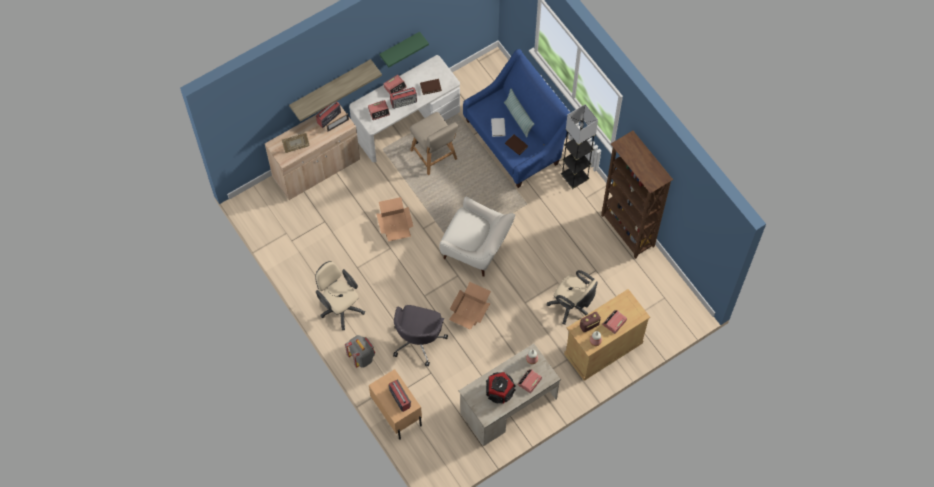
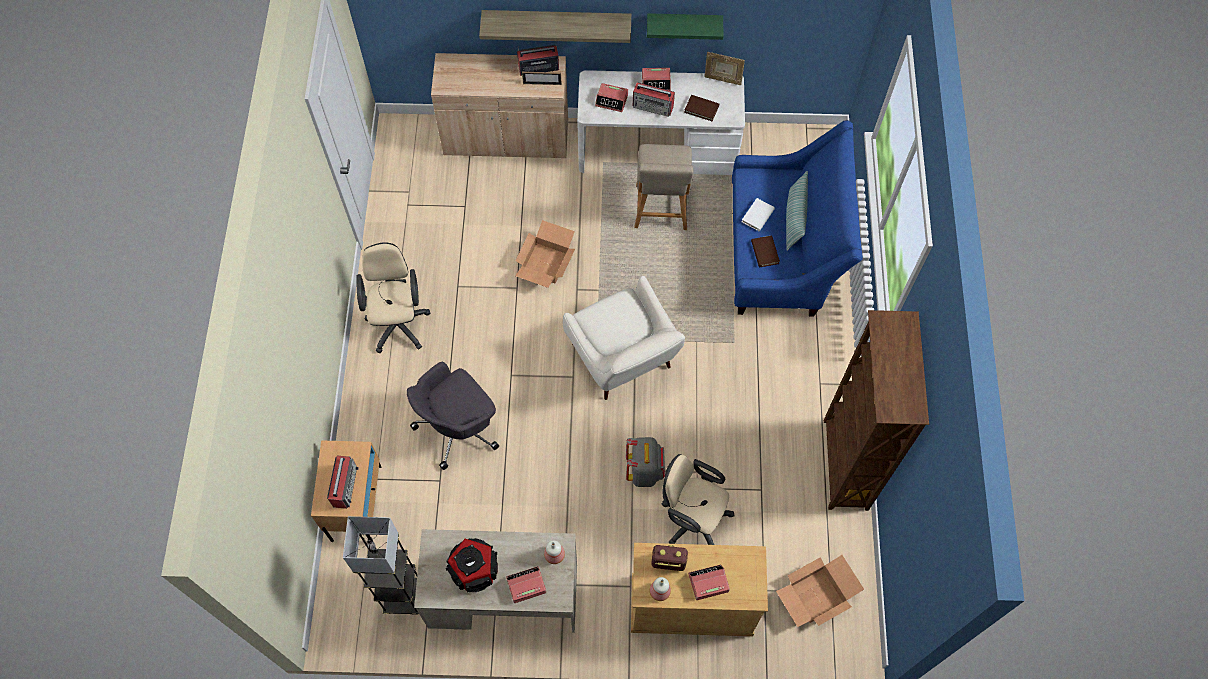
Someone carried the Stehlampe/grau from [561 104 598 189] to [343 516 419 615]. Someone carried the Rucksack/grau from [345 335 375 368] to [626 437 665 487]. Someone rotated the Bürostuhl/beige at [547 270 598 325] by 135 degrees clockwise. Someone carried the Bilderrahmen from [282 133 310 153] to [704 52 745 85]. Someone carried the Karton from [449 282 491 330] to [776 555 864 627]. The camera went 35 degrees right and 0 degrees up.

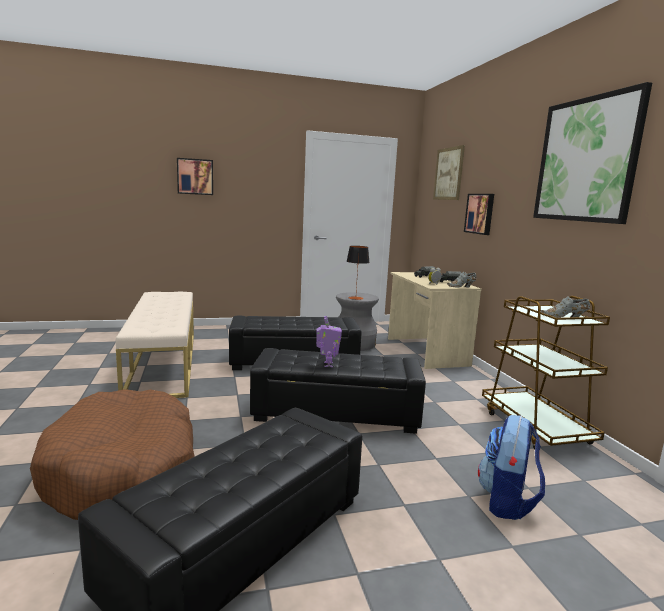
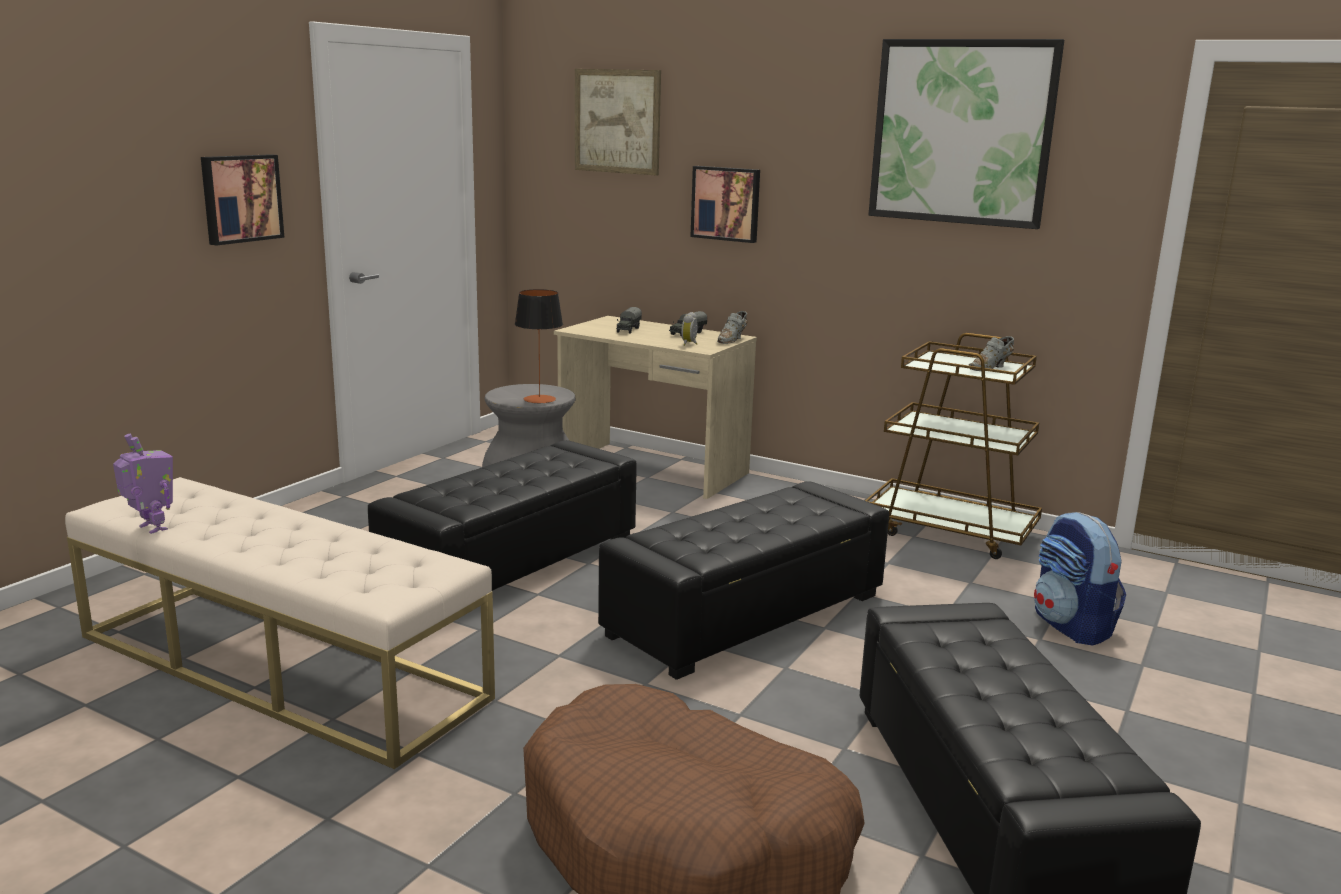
Someone carried the Spielzeugroboter from [316 316 342 367] to [113 434 173 534]. Someone carried the Bild from [177 158 213 195] to [201 154 284 246]. The camera went 45 degrees left and 5 degrees up.

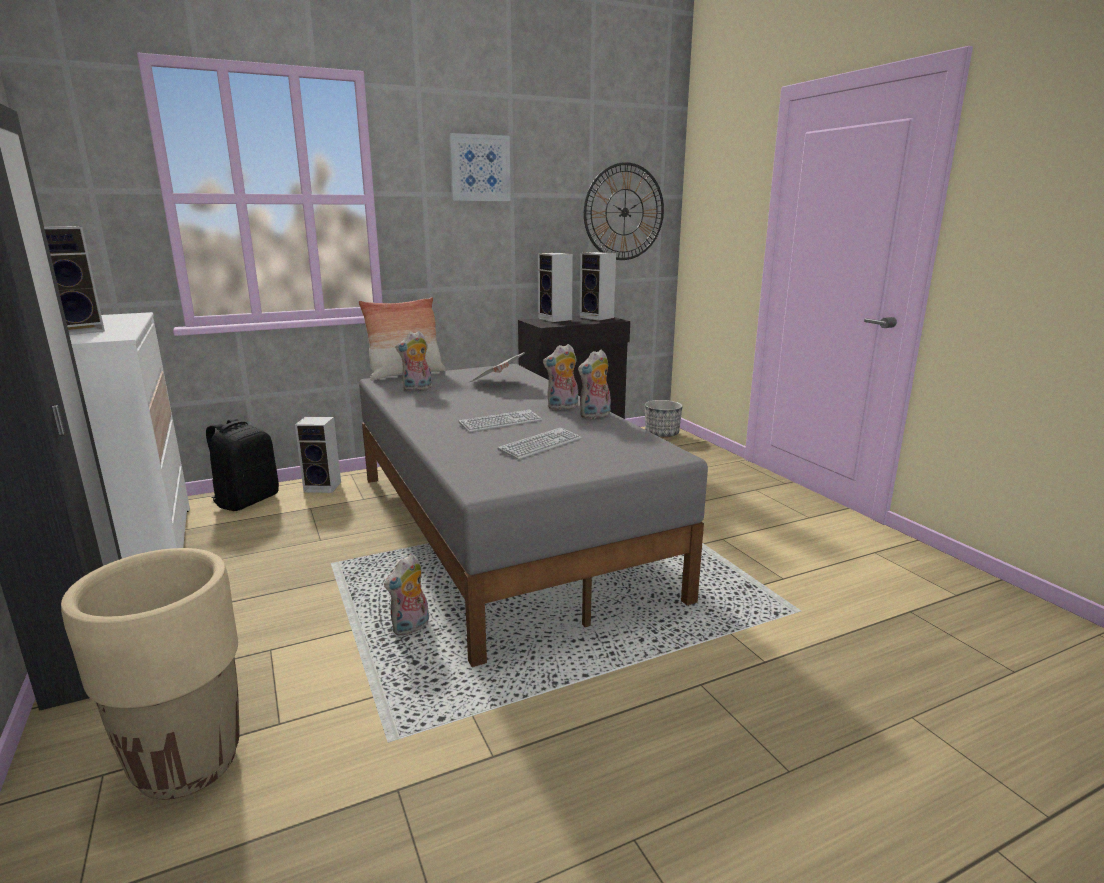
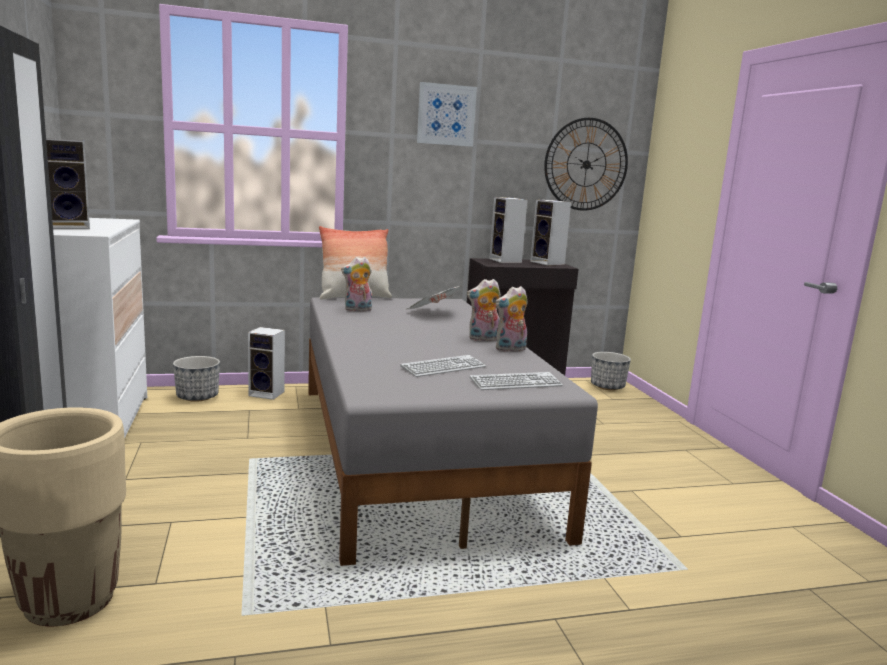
Someone swapped the Rucksack/schwarz at [206 418 279 511] for the Pflanzkübel at [173 356 220 402]. Someone carried the Tastatur from [458 410 542 432] to [470 372 563 390]. Someone took away the Plüschtier at [384 554 429 635]. The camera went 10 degrees right and 5 degrees down.

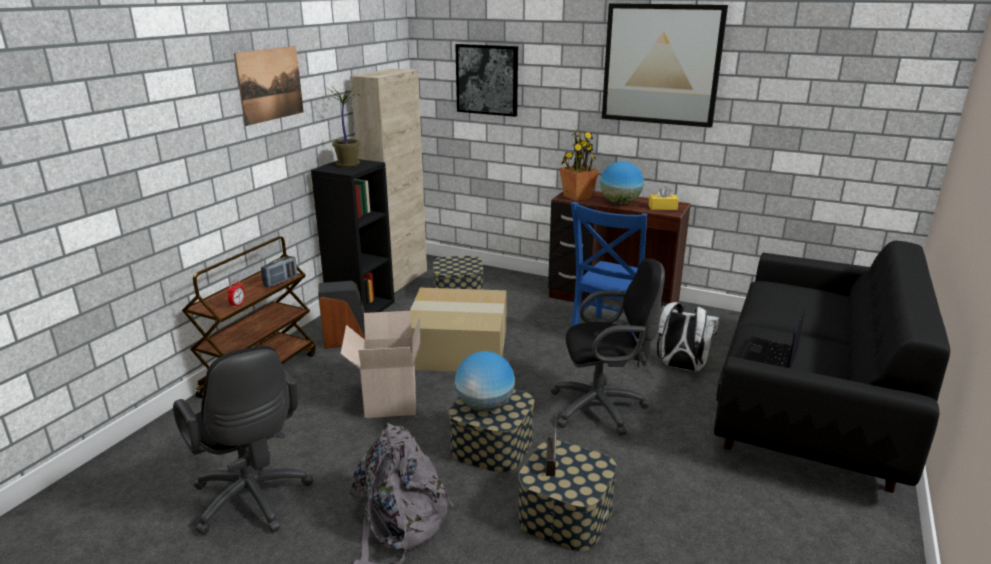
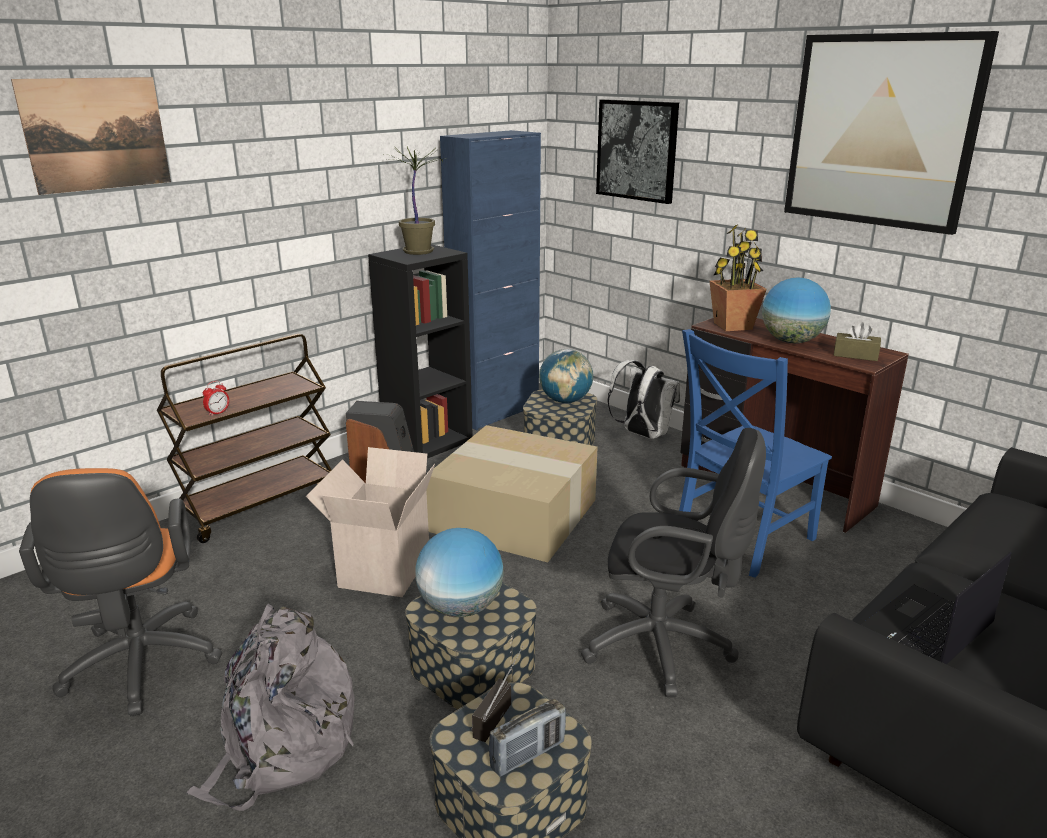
Someone carried the Bild from [234 46 304 126] to [11 77 171 195]. Someone repainted the Bürostuhl/schwarz at [173 346 313 535], which became the Bürostuhl/orange at [19 468 222 716]. Someone repainted the Schrank/beige at [350 68 427 293], which became the Schrank/blau at [440 130 541 430]. Someone carried the Radio from [261 256 297 288] to [489 699 566 777]. Someone put down the Globus at [539 349 593 403]. Someone carried the Rucksack/weiß from [657 302 719 371] to [608 360 680 439]. Someone repainted the Taschentuchbox/gelb at [649 186 679 210], which became the Taschentuchbox/braun at [833 322 881 361]. The camera went 20 degrees right and 0 degrees up.

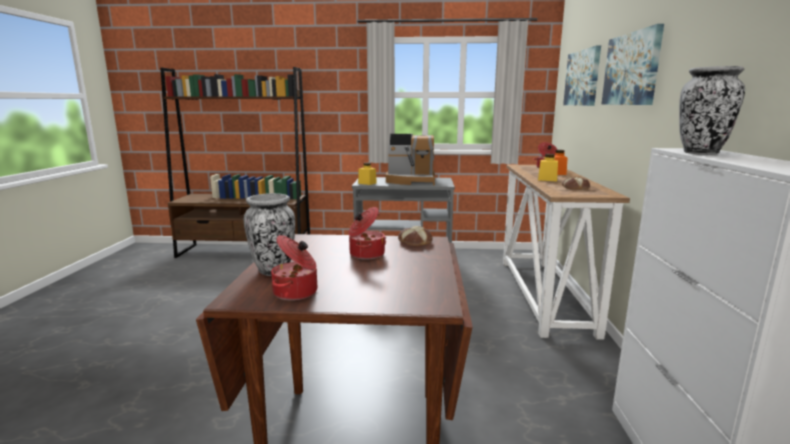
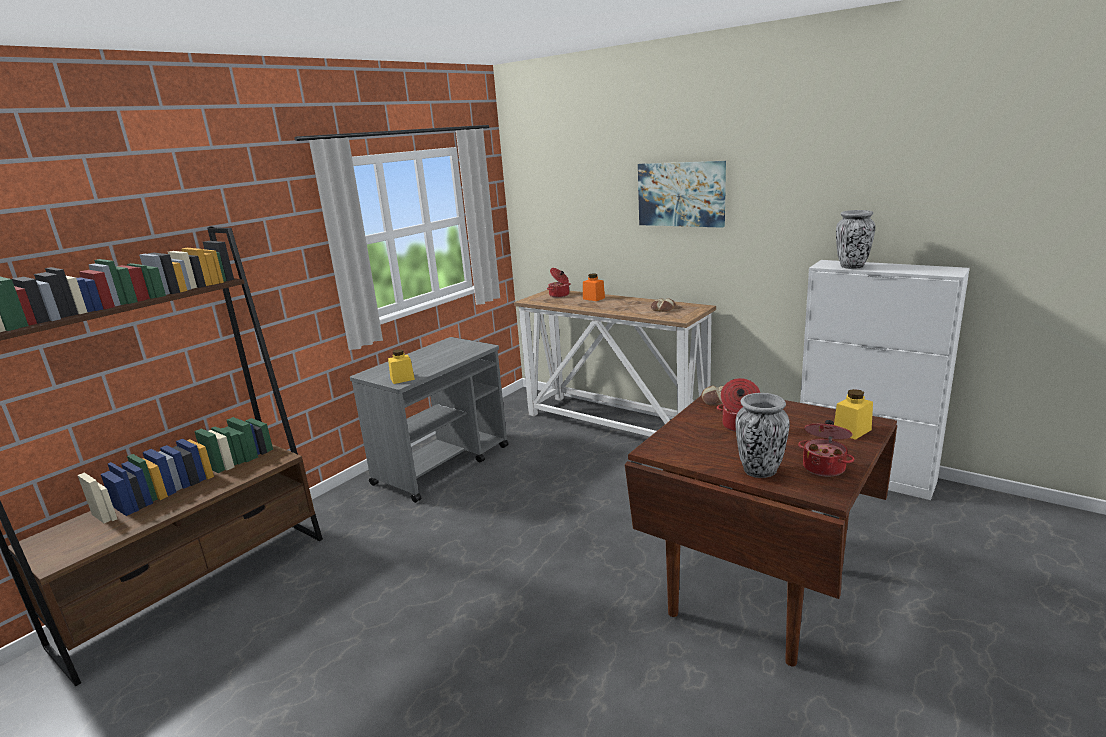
Someone carried the Vorratsglas/gelb from [538 154 558 181] to [834 389 873 440]. Someone took away the Kaffeemaschine at [385 134 435 186]. Someone took away the Bild at [563 45 601 106]. The camera went 55 degrees left and 5 degrees up.

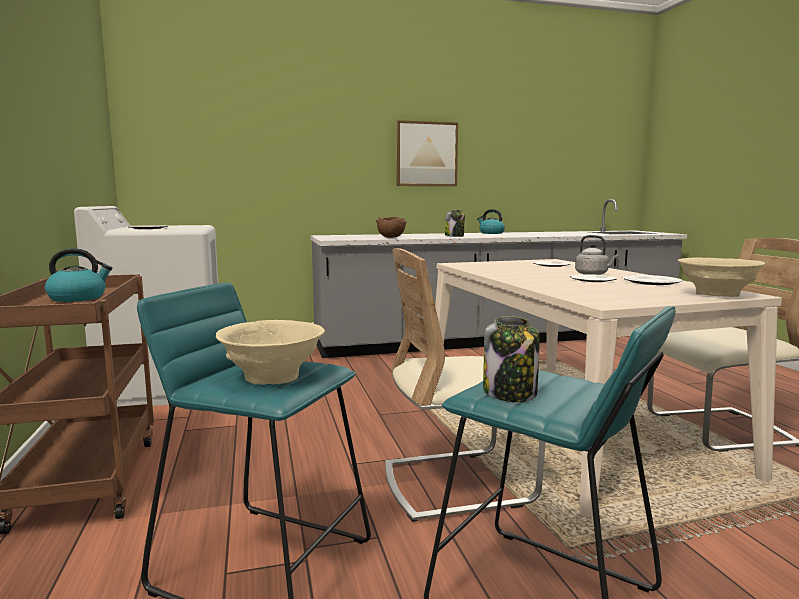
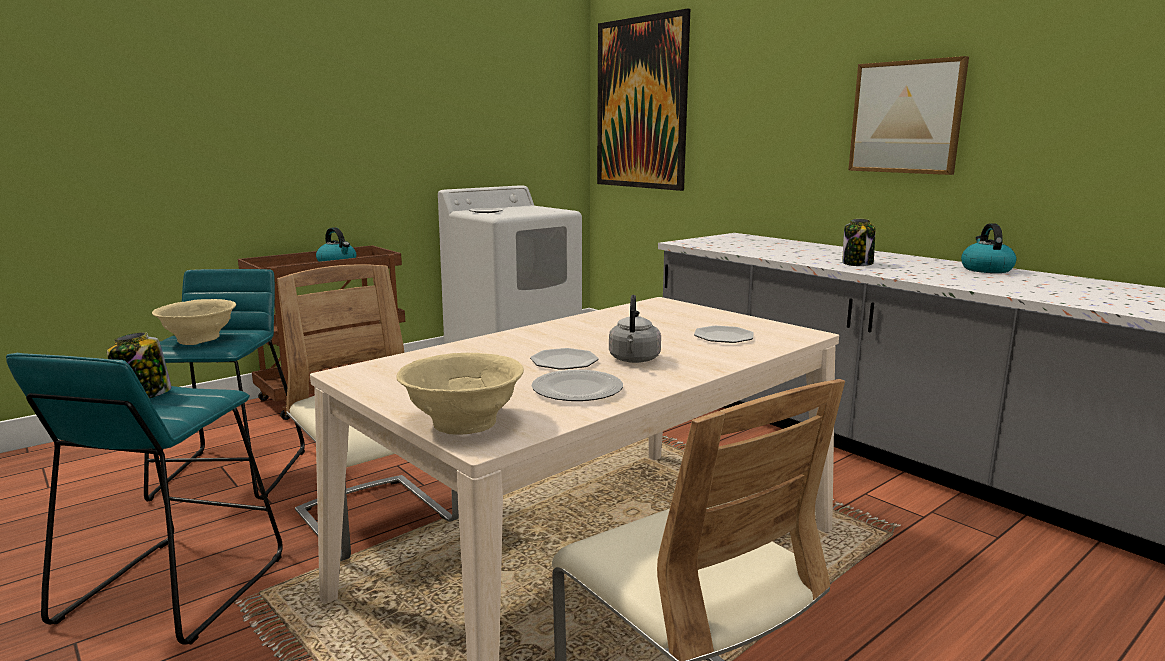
Someone put up the Bild at [597 9 690 191]. Someone took away the Schüssel/braun at [376 217 407 238]. The camera went 65 degrees right and 5 degrees up.

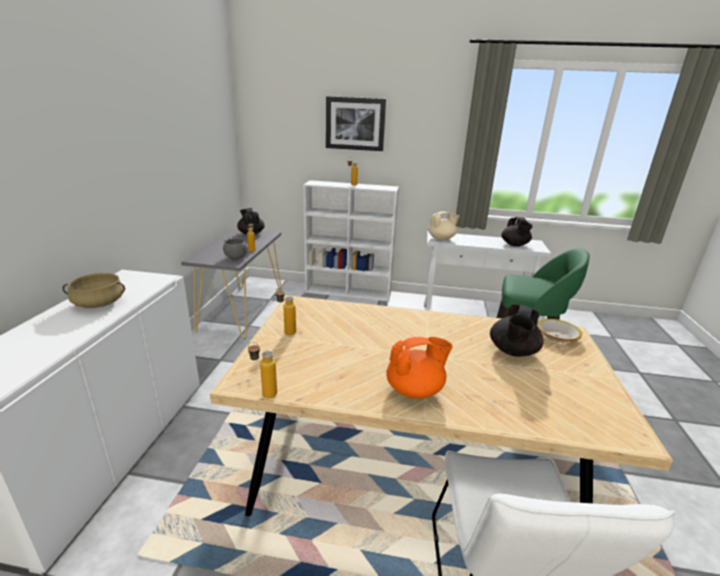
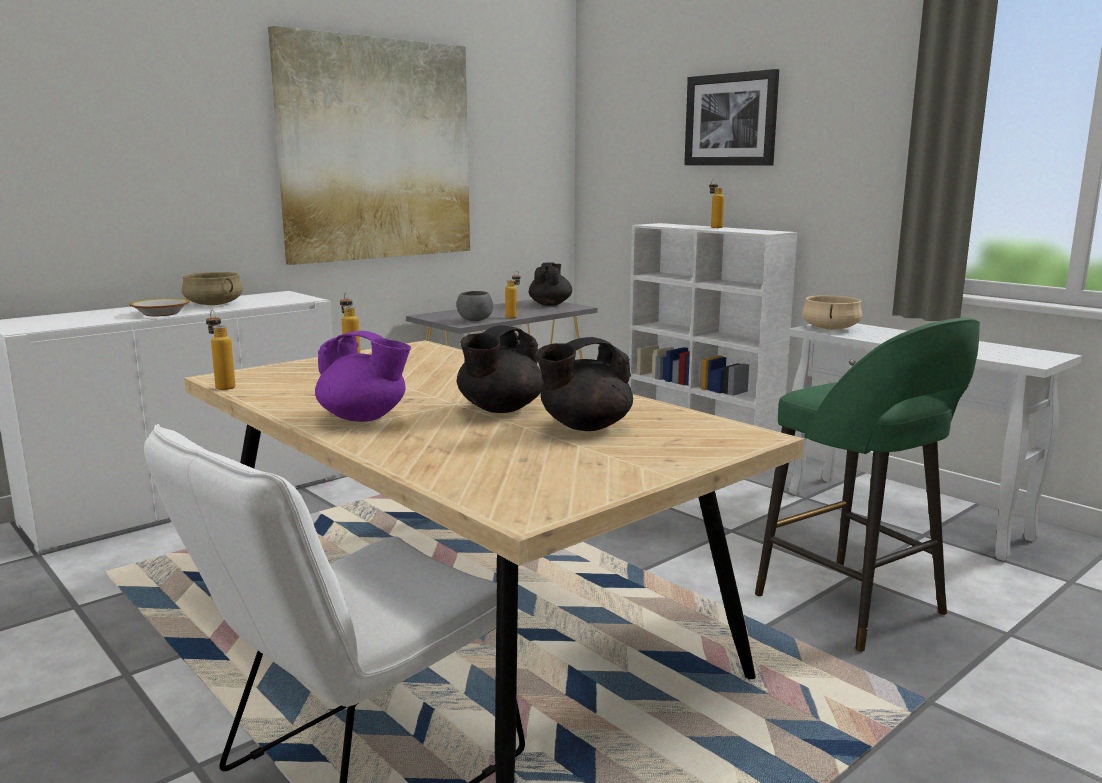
Someone carried the Schüssel from [537 319 582 342] to [129 298 190 316]. Someone put up the Bild at [268 26 470 265]. Someone repainted the Teekanne/orange at [386 337 453 398], which became the Teekanne/lila at [315 331 411 422]. Someone carried the Teekanne/schwarz from [501 217 533 247] to [457 325 544 413]. Someone swapped the Teekanne/beige at [428 211 460 240] for the Kochtopf/beige at [802 295 862 330]. The camera went 40 degrees right and 10 degrees down.

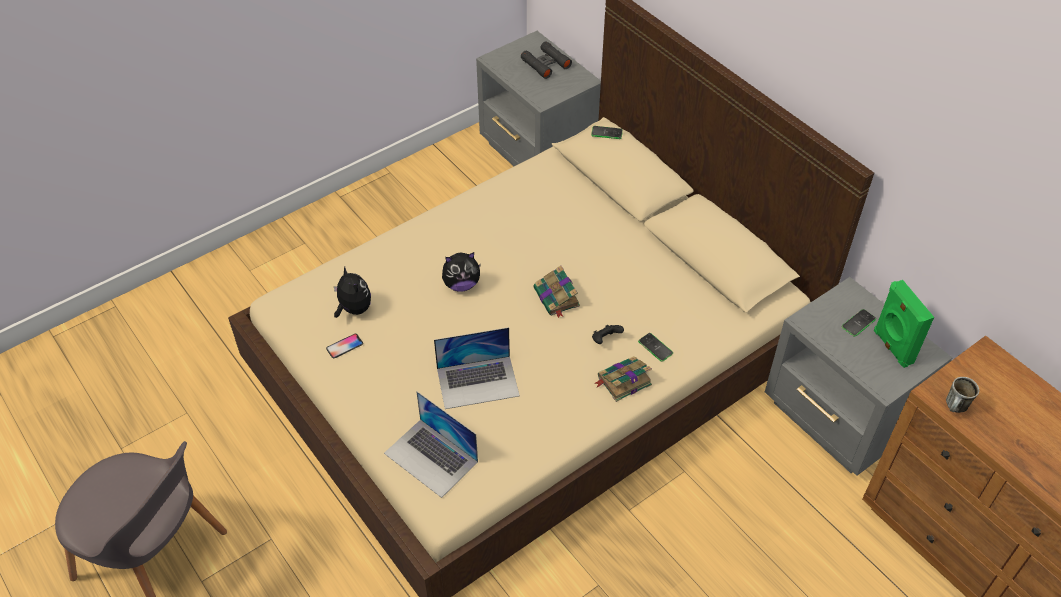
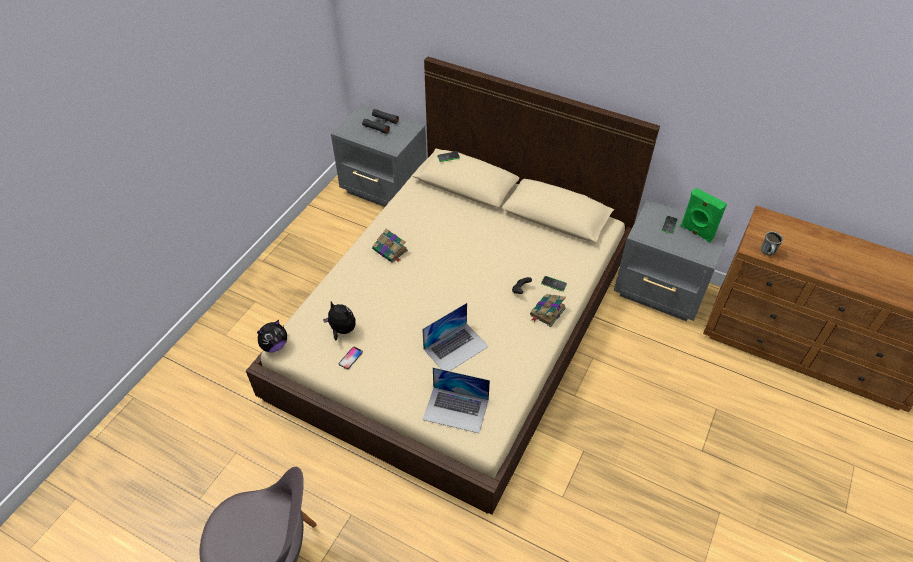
Someone carried the Plüschtier from [442 252 481 292] to [257 319 287 352]. Someone carried the Buch from [533 265 580 318] to [372 229 408 263]. The camera went 25 degrees left and 0 degrees up.

